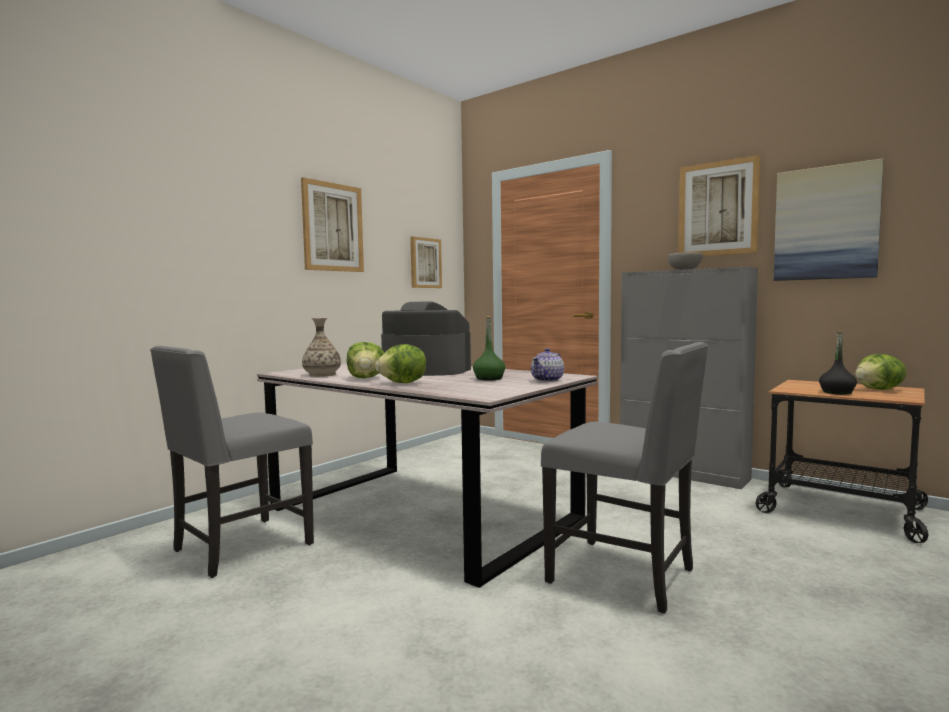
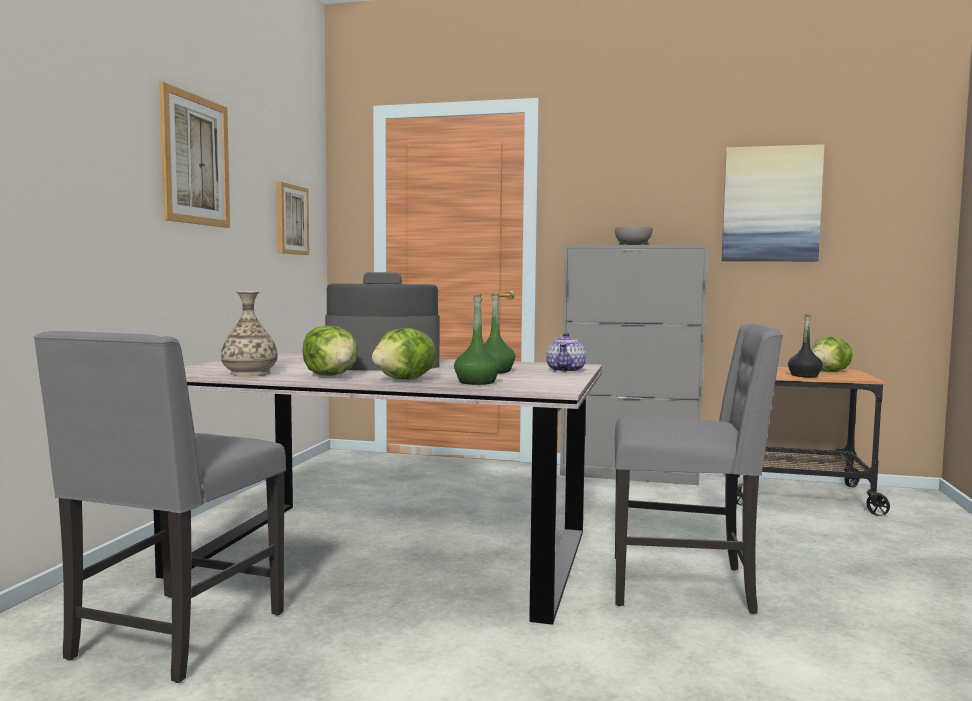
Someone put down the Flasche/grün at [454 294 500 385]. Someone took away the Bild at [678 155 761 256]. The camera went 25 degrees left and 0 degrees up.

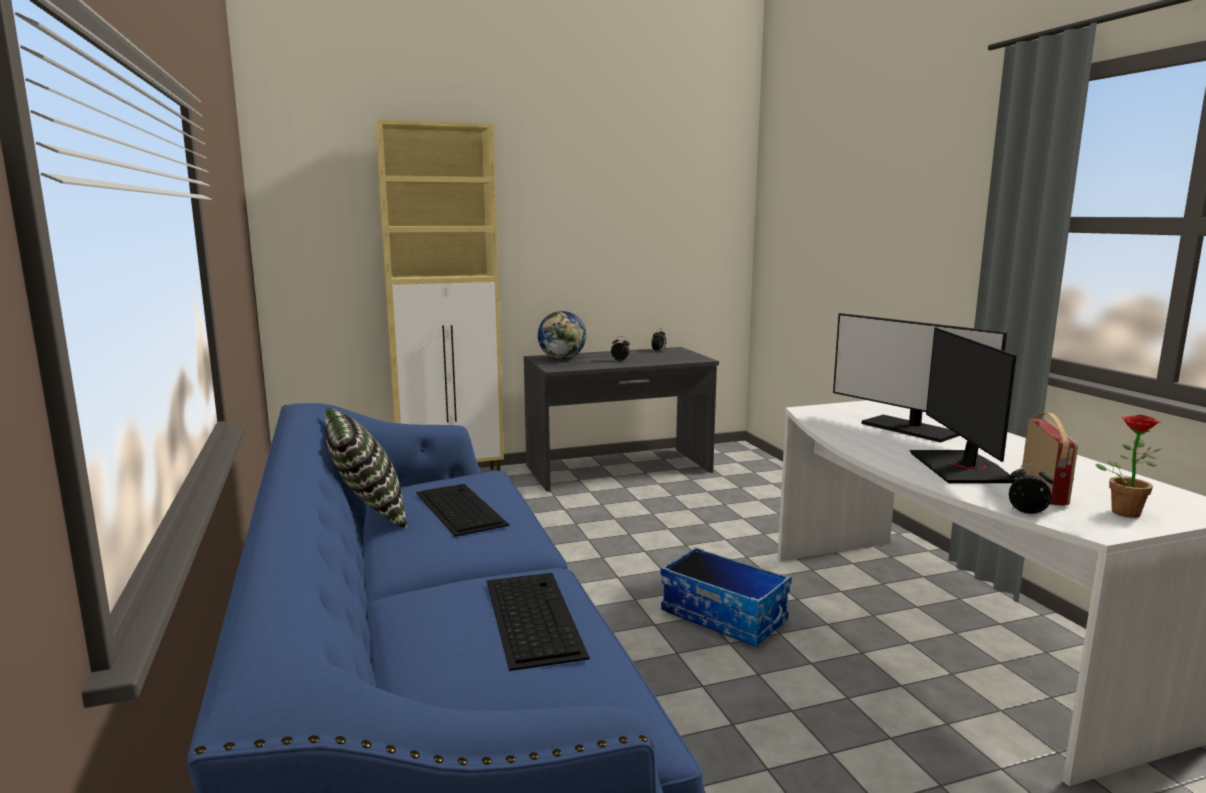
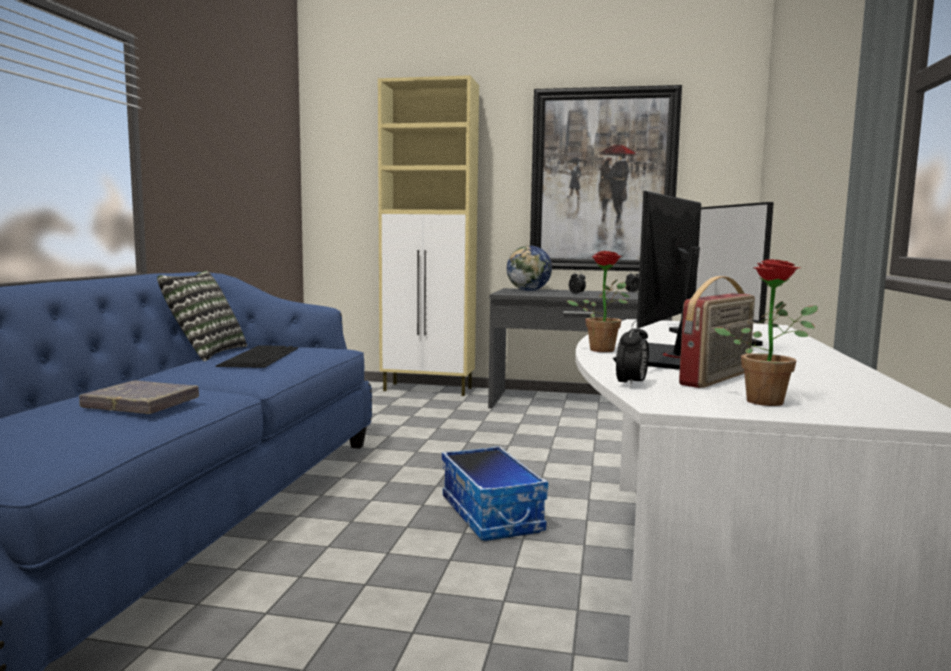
Someone swapped the Tastatur at [487 573 590 671] for the Buch/grau at [79 381 199 414]. Someone put up the Bild at [530 85 682 271]. Someone put down the Topfpflanze at [567 251 630 352]. Someone rotated the Wecker at [1009 464 1054 514] by 60 degrees clockwise. The camera went 30 degrees right and 5 degrees down.

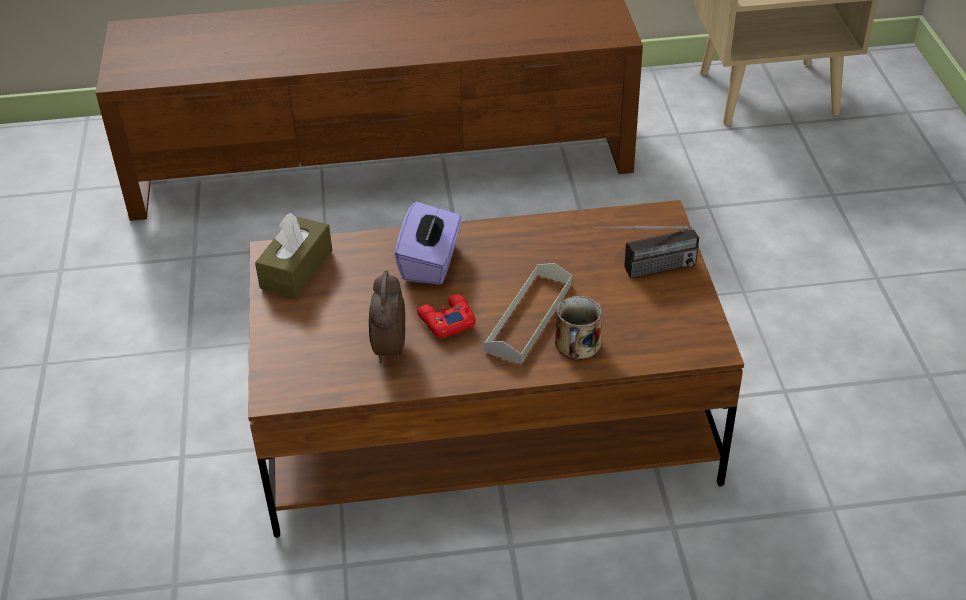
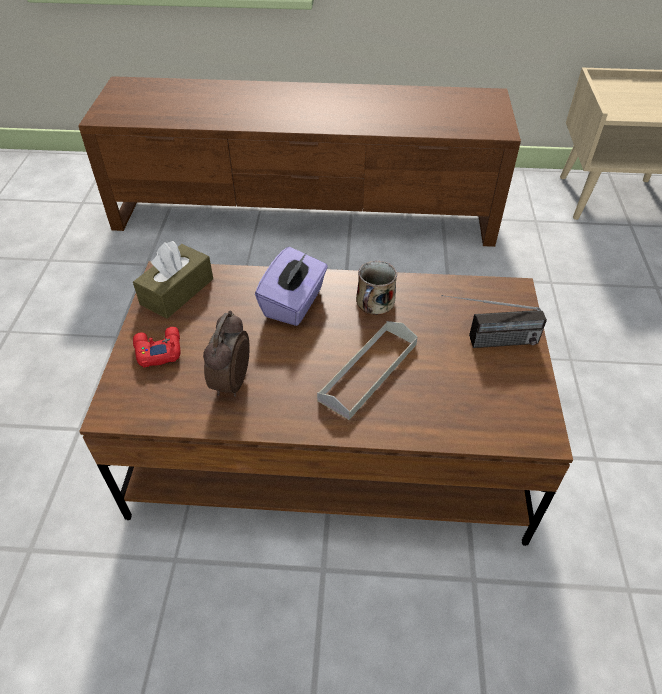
Someone carried the Gamepad/rot from [417 294 476 338] to [133 327 180 368]. Someone carried the Henkelbecher from [555 296 602 359] to [356 261 397 315]. The camera went 10 degrees right and 5 degrees up.

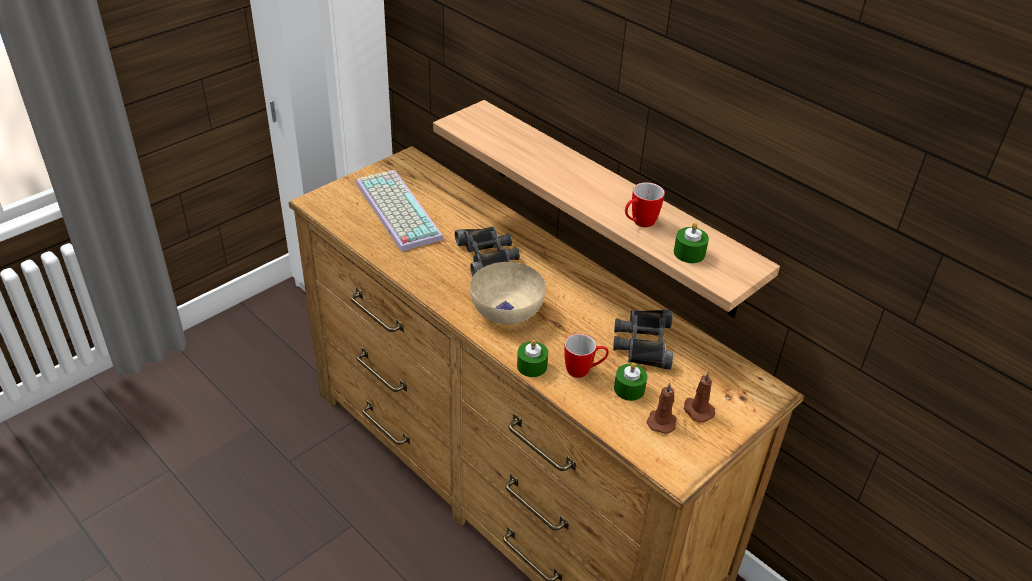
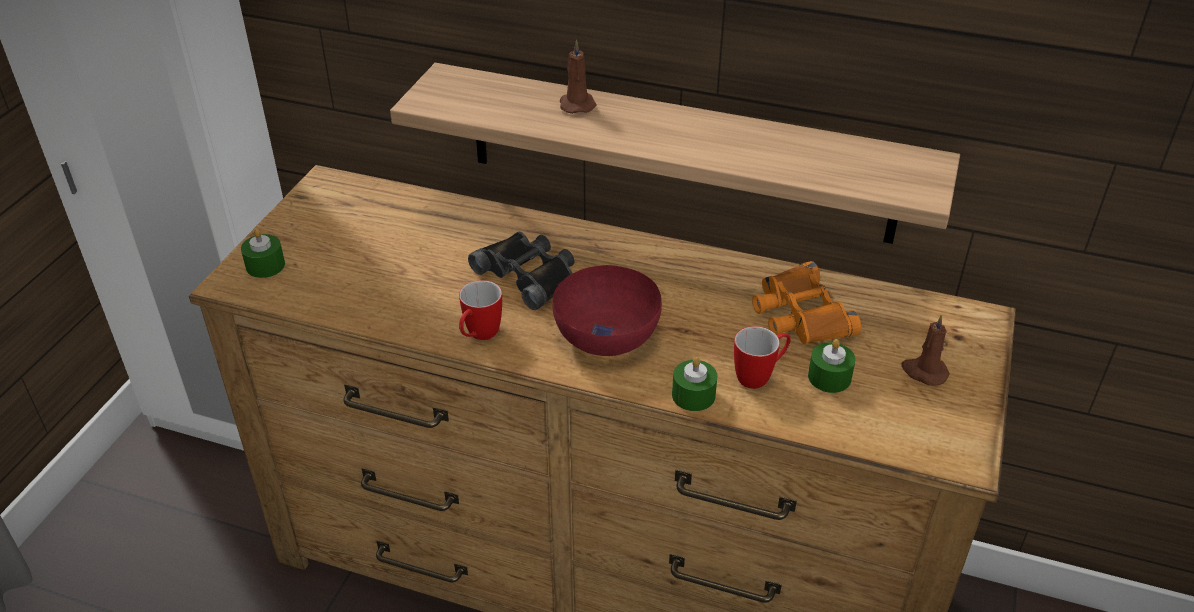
Someone carried the Kerze/grün from [674 222 709 263] to [241 229 285 278]. Someone carried the Henkelbecher from [625 182 665 227] to [459 280 502 340]. Someone repainted the Schüssel/beige at [470 262 546 324], which became the Schüssel/rot at [552 265 662 356]. Someone carried the Kerze/braun from [647 383 676 434] to [560 40 596 114]. Someone repainted the Fernglas/schwarz at [613 310 673 370], which became the Fernglas/orange at [752 261 861 344]. Someone took away the Tastatur at [356 170 443 251]. The camera went 25 degrees left and 0 degrees up.

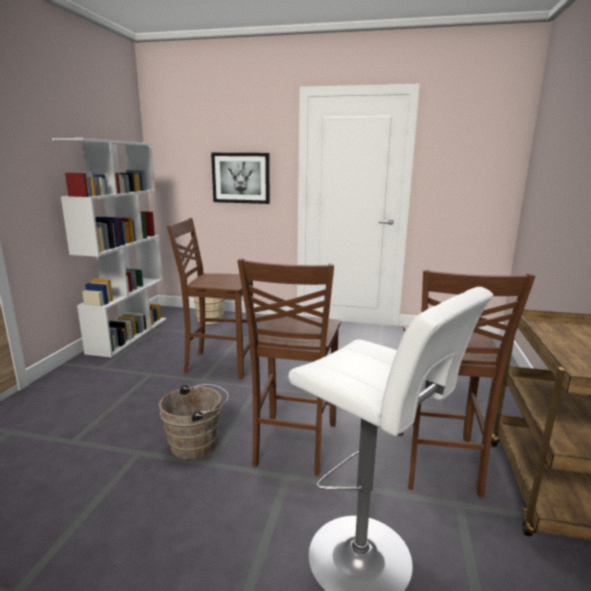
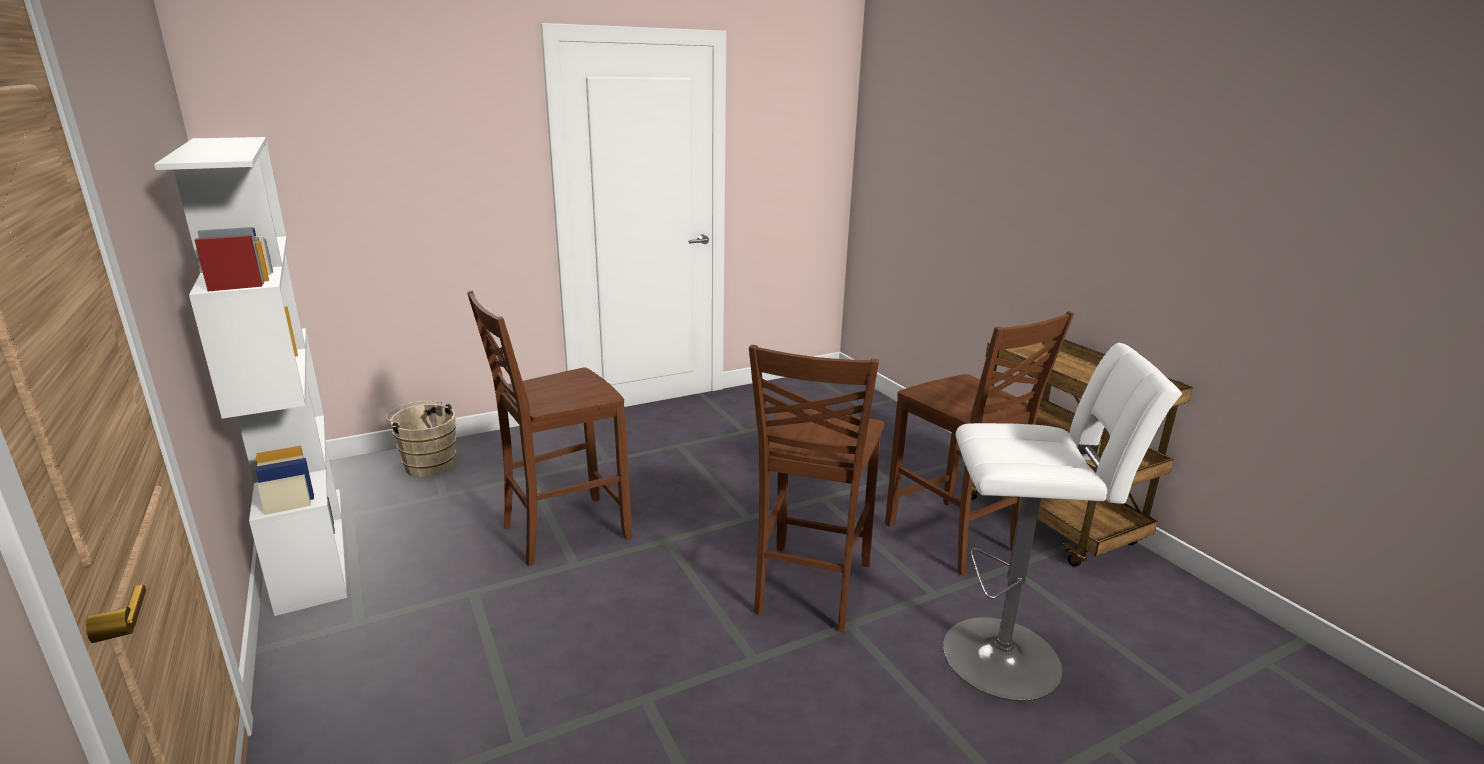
Someone rotated the Stuhl/braun at [237 259 341 476] by 45 degrees clockwise. Someone took away the Eimer/braun at [158 384 229 459]. Someone took away the Bild at [211 153 270 204]. The camera went 40 degrees left and 5 degrees up.

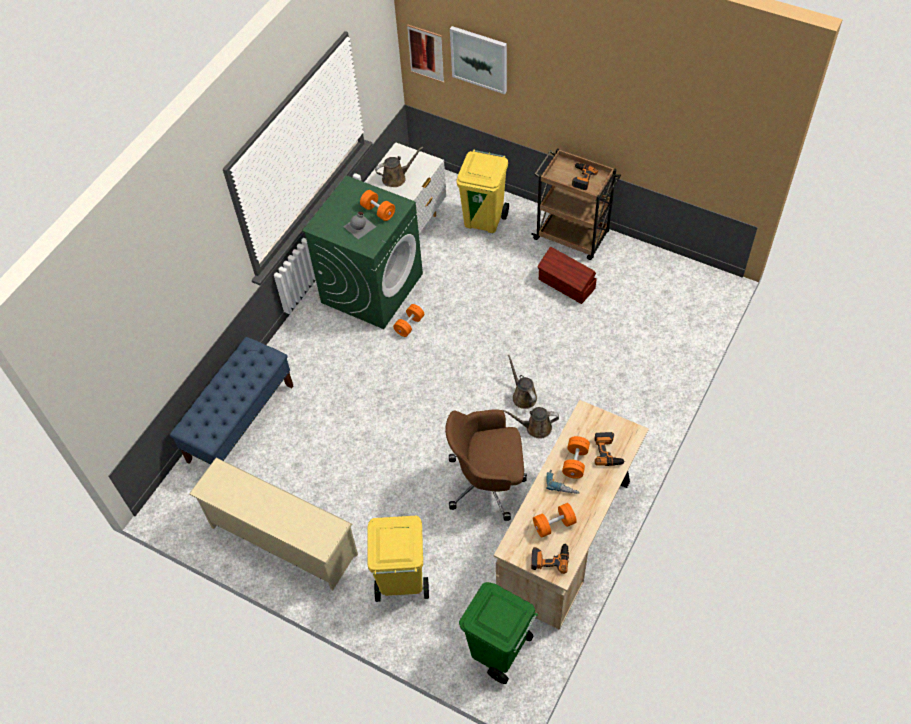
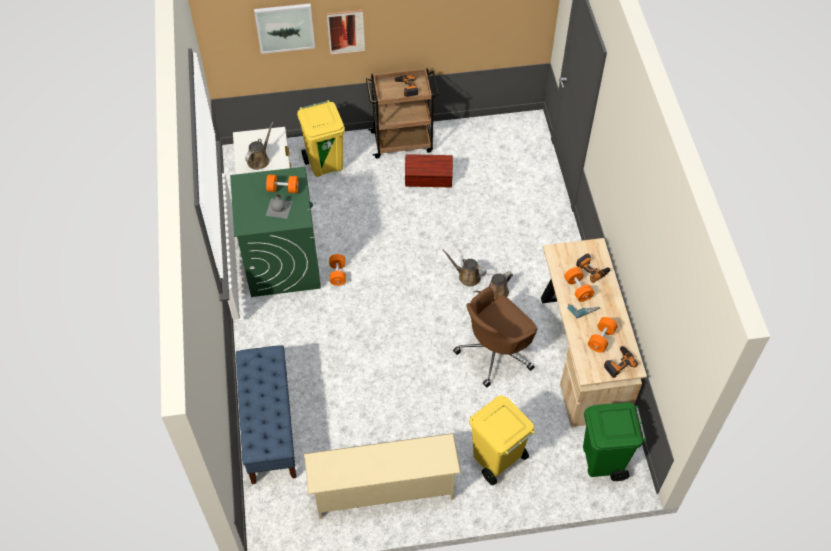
Someone carried the Bild from [407 24 444 83] to [327 10 365 55]. The camera went 40 degrees left and 0 degrees up.

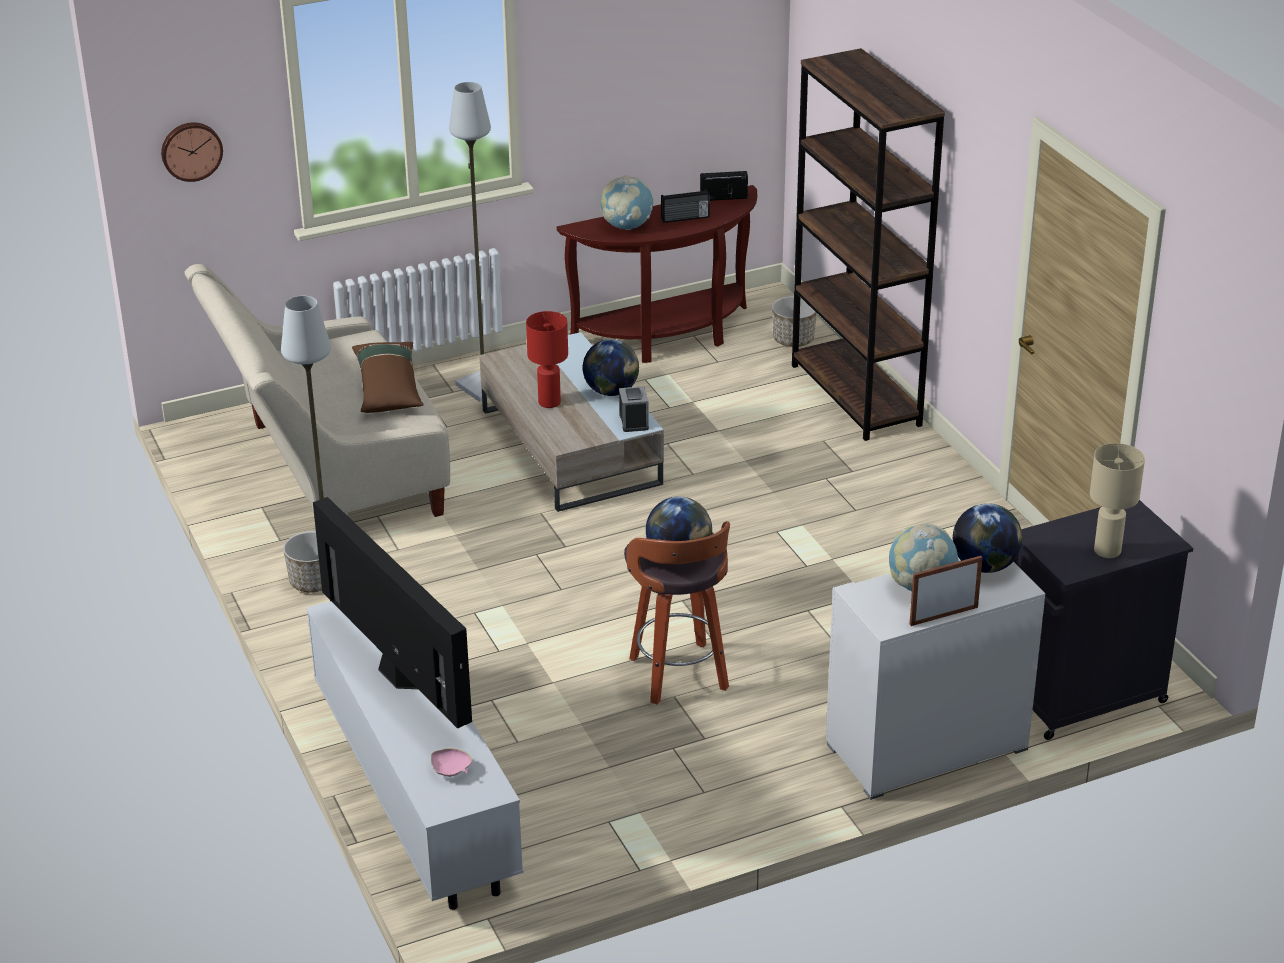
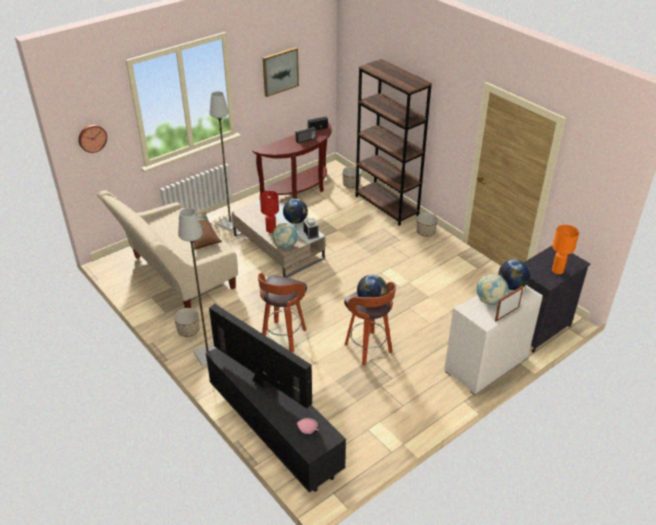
Someone repainted the Fernsehschrank/weiß at [306 601 523 910], which became the Fernsehschrank/schwarz at [205 348 346 493]. Someone put down the Hocker at [258 273 307 352]. Someone put up the Bild at [263 47 299 97]. Someone carried the Globus from [600 176 654 230] to [272 223 298 248]. Someone put down the Pflanzkübel at [417 213 438 237]. Someone repainted the Tischlampe/beige at [1090 443 1145 558], which became the Tischlampe/orange at [552 225 579 274]. The camera went 15 degrees left and 5 degrees up.

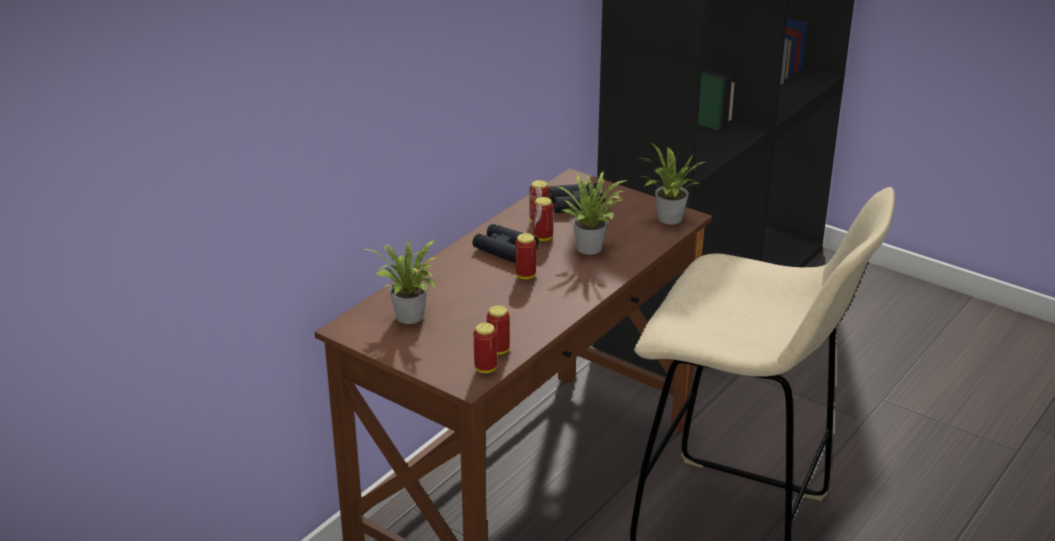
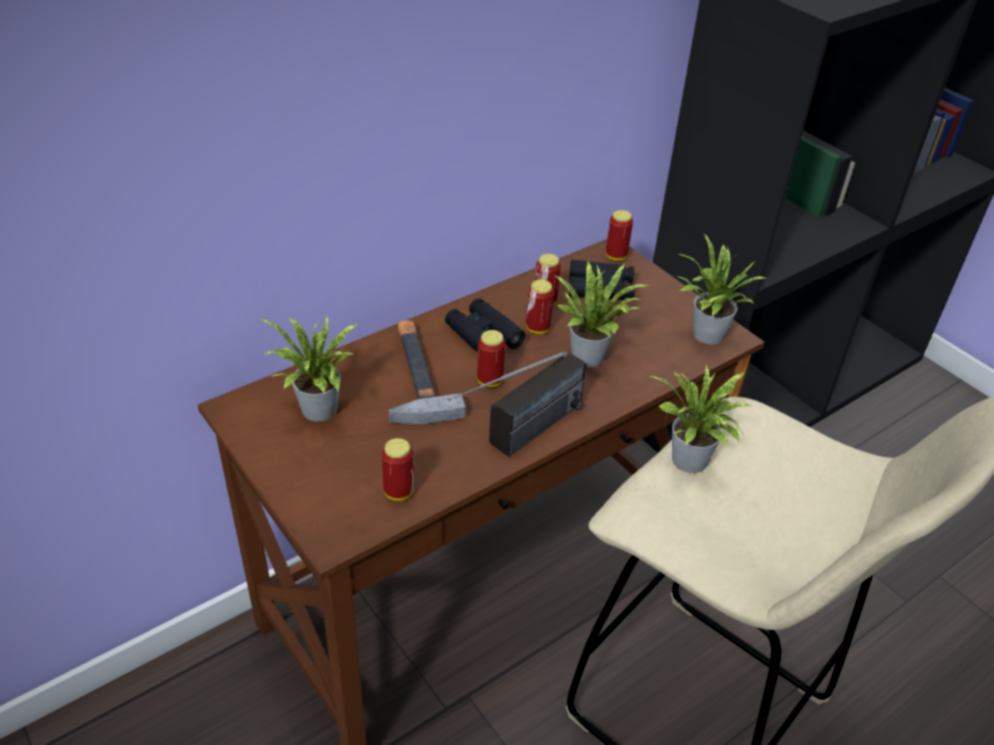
Someone put down the Hammer at [388 320 466 425]. Someone put down the Radio at [447 351 587 457]. Someone carried the Dose from [474 323 497 373] to [606 210 633 261]. Someone put down the Topfpflanze at [650 365 751 473]. The camera went 15 degrees right and 10 degrees up.

